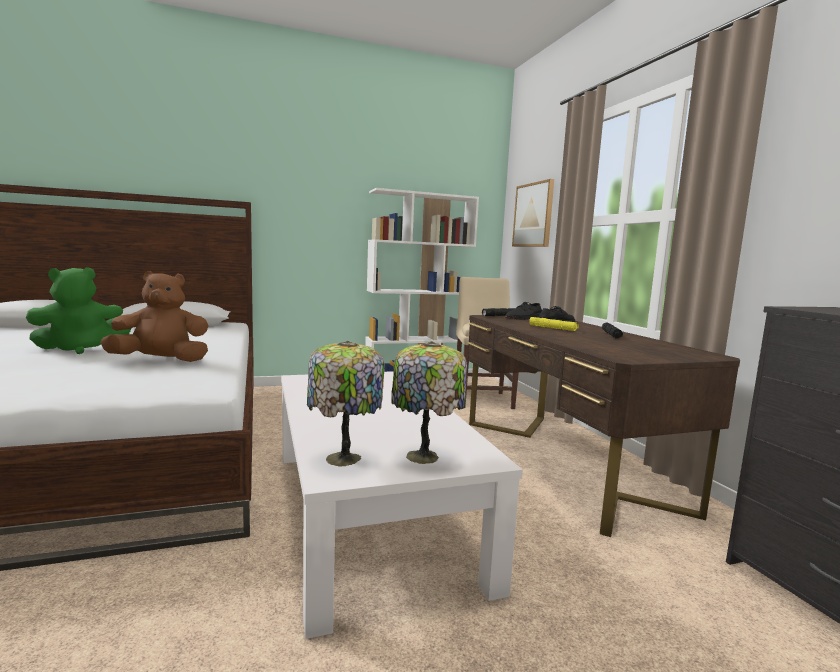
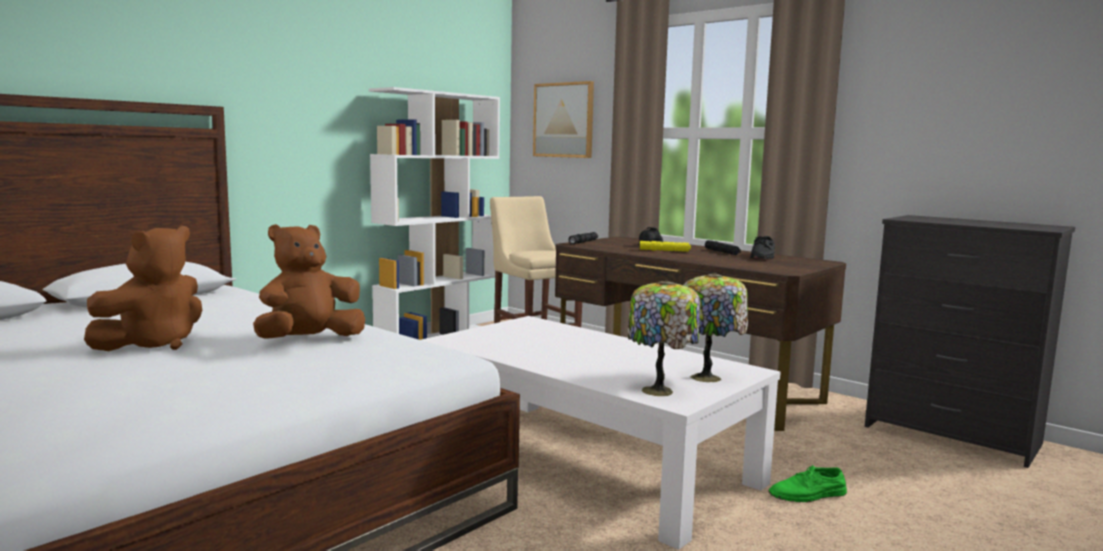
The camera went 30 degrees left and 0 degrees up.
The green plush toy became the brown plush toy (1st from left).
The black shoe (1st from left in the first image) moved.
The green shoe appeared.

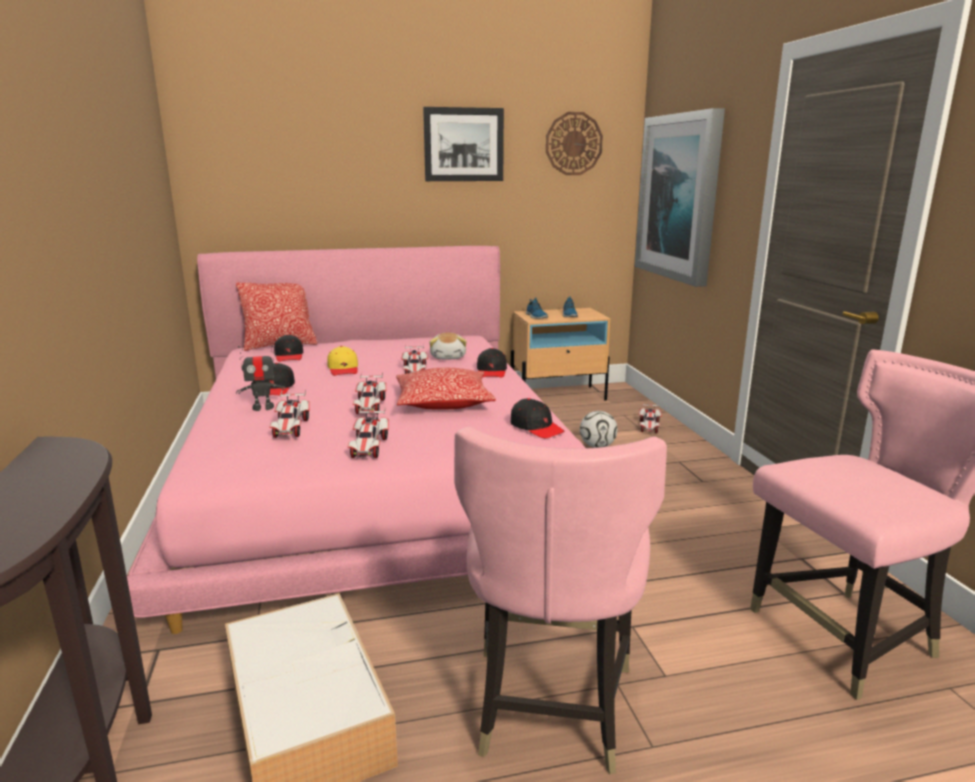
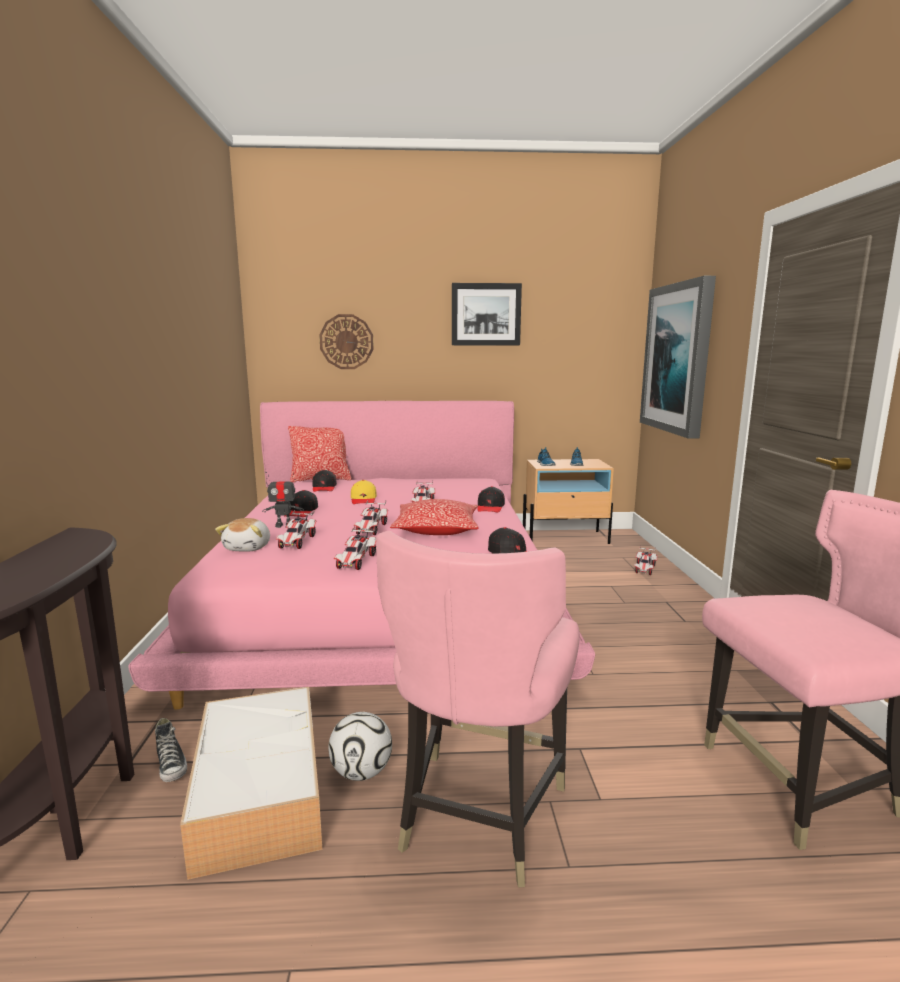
The camera went 10 degrees right and 5 degrees down.
The plush toy moved.
The wall clock moved.
The football moved.
The shoe (1st from left) appeared.

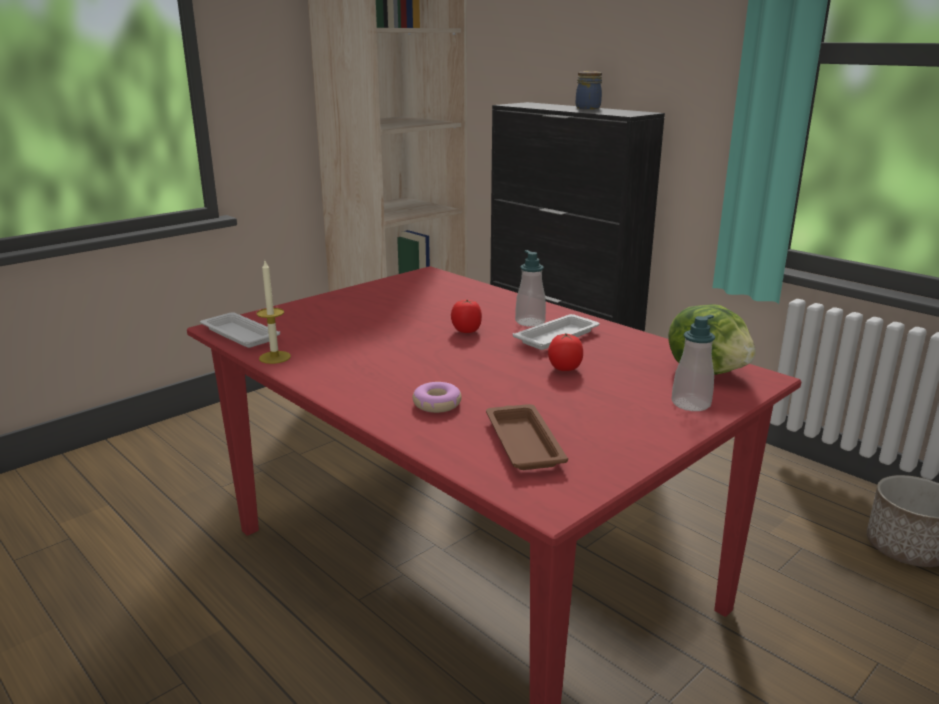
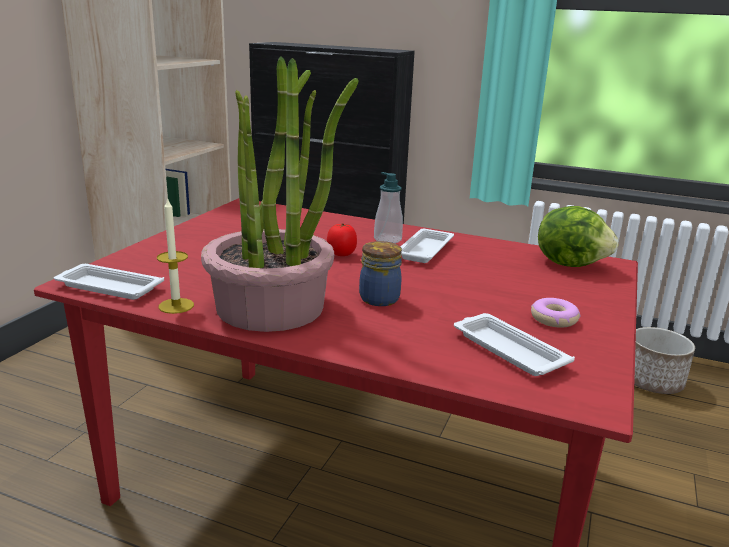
The camera went 25 degrees left and 0 degrees up.
The donut moved.
The brown tray became the white tray (3rd from left).
The tomato (2nd from left) disappeared.
The jar moved.
The soap dispenser (2nd from left) disappeared.
The potted plant appeared.

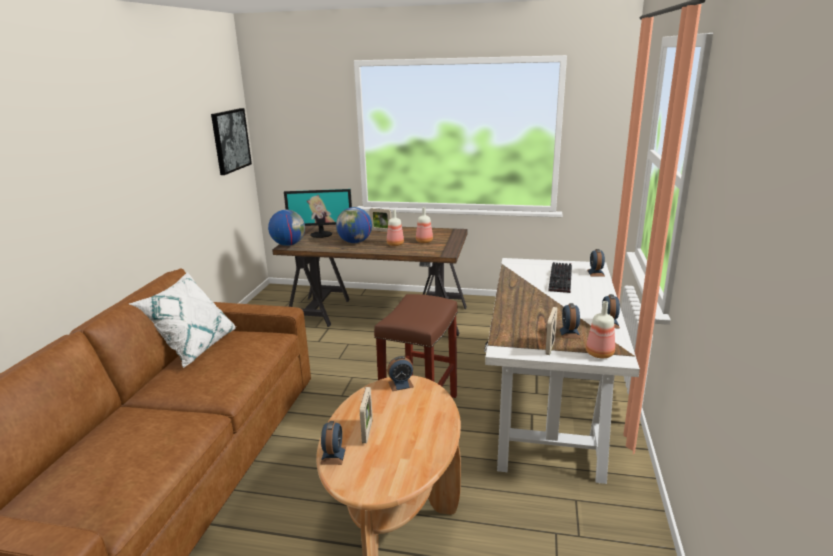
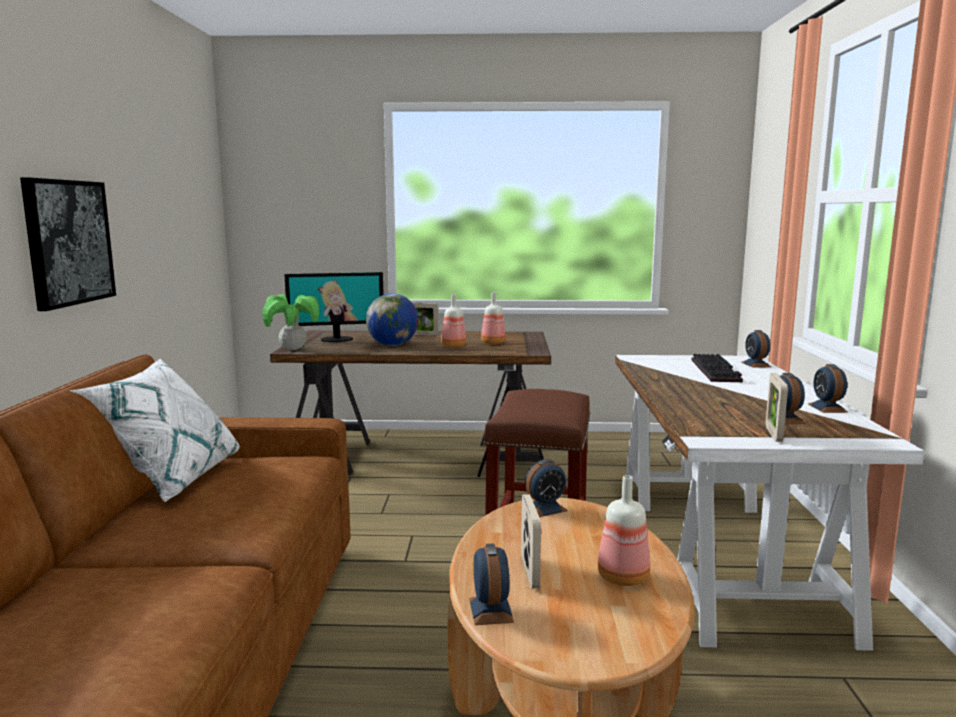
The camera went 10 degrees left and 10 degrees down.
The picture moved.
The globe (1st from left) was replaced by the potted plant.
The bottle (3rd from left) moved.

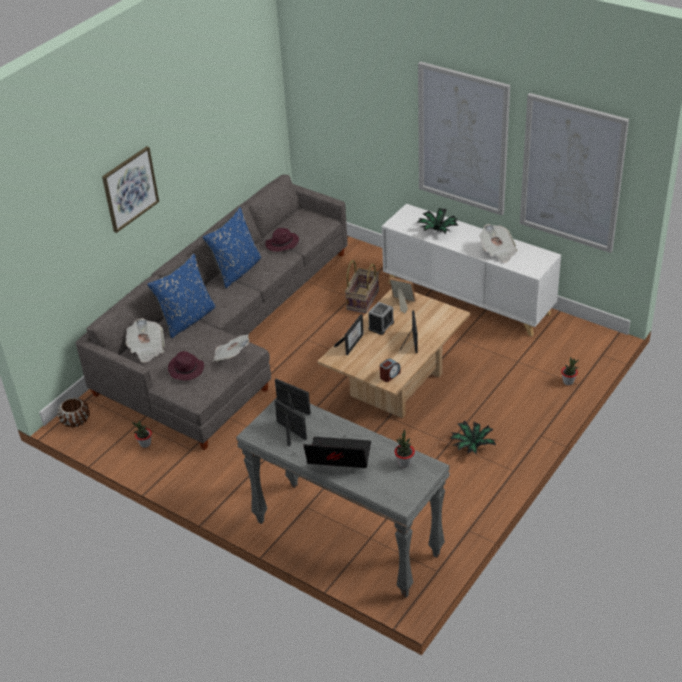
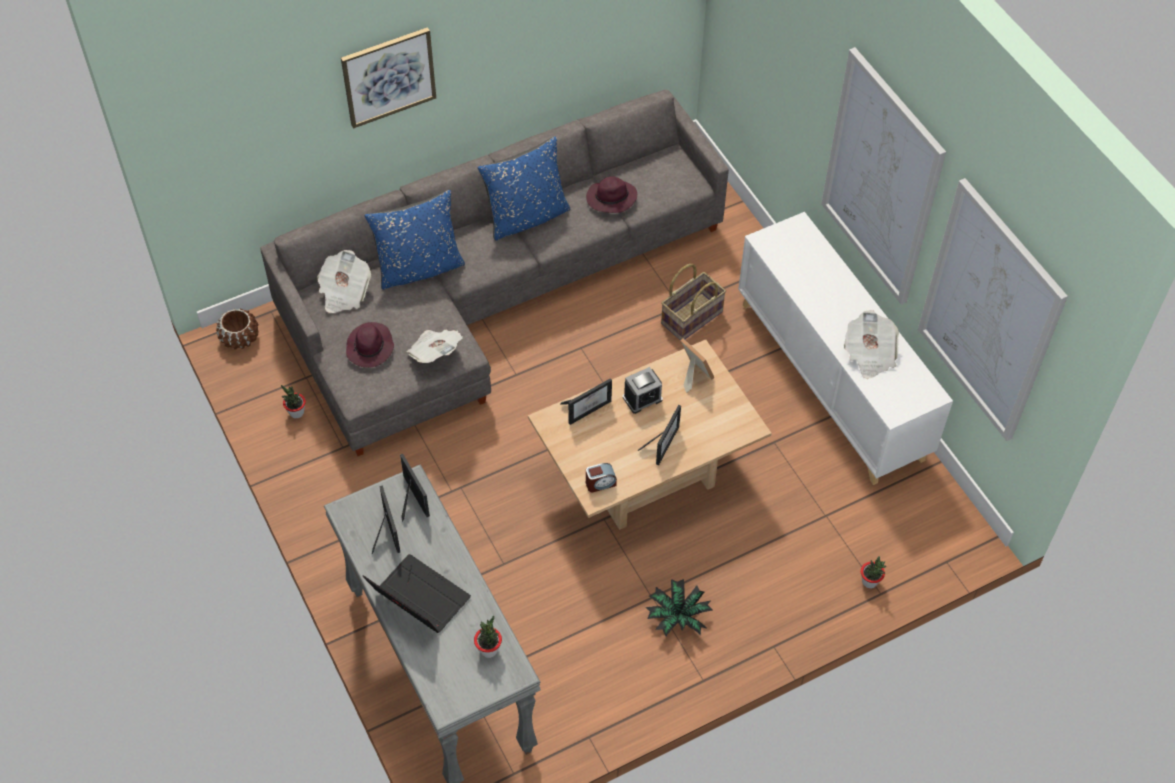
The camera went 25 degrees right and 15 degrees up.
The potted plant (3rd from left) disappeared.

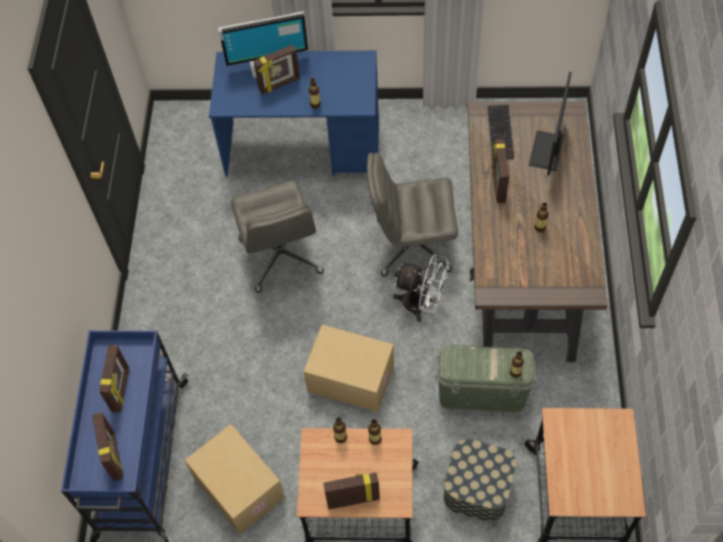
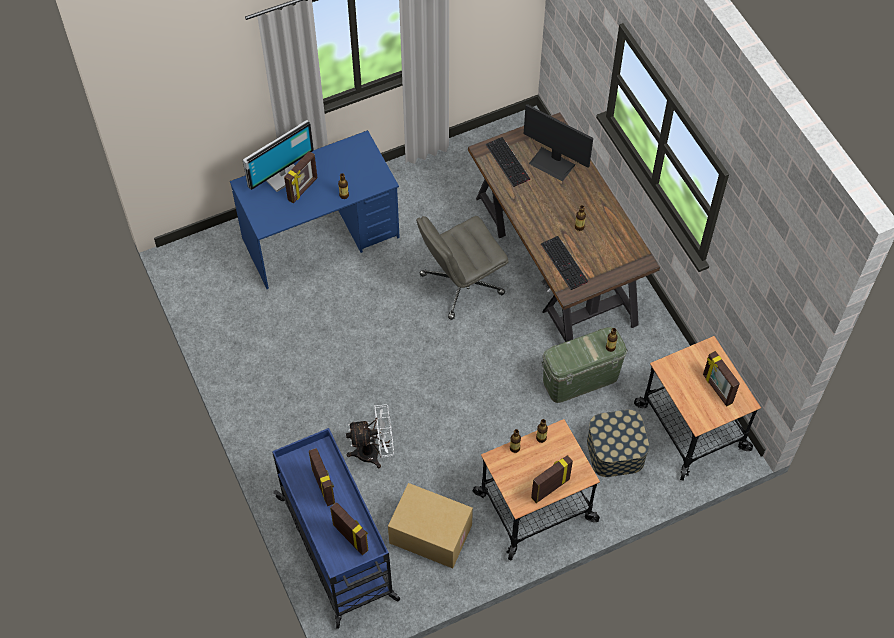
The camera went 30 degrees left and 0 degrees up.
The grey office chair (1st from left) disappeared.
The cardboard box (2nd from left) disappeared.
The white fan moved.
The picture frame (5th from left) moved.
The monitor (2nd from left) turned 45 degrees counterclockwise.
The keyboard (2nd from left) appeared.

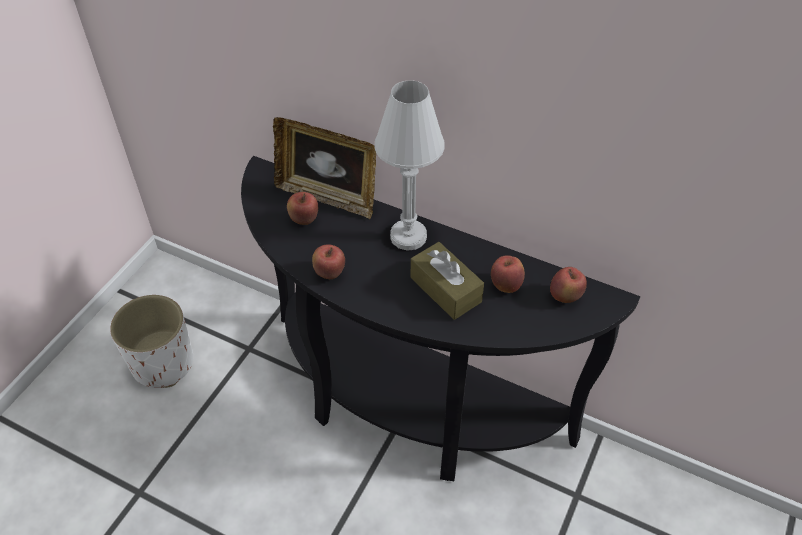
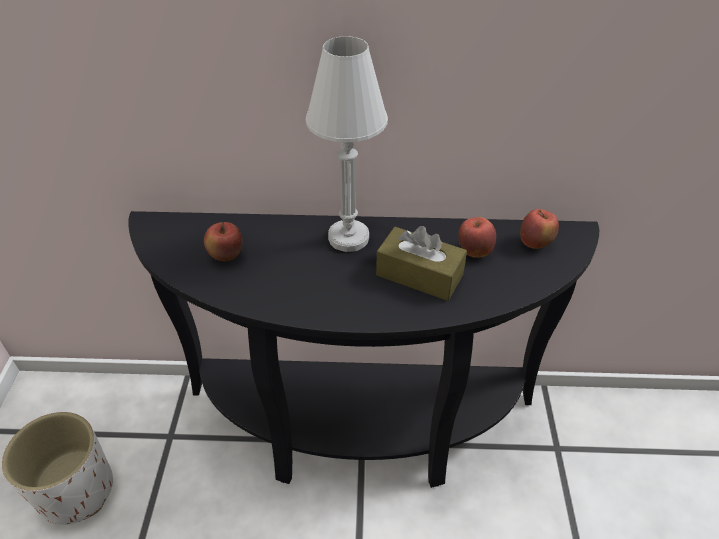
The camera went 25 degrees left and 5 degrees down.
The picture frame disappeared.
The apple (2nd from left) disappeared.

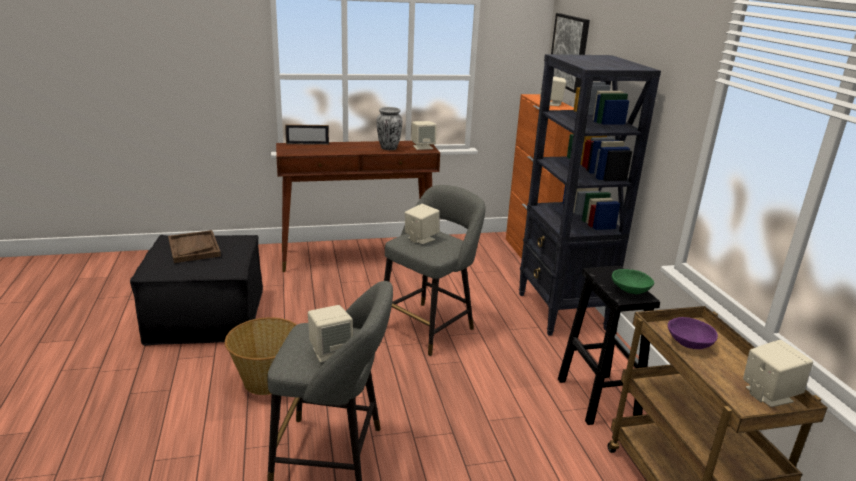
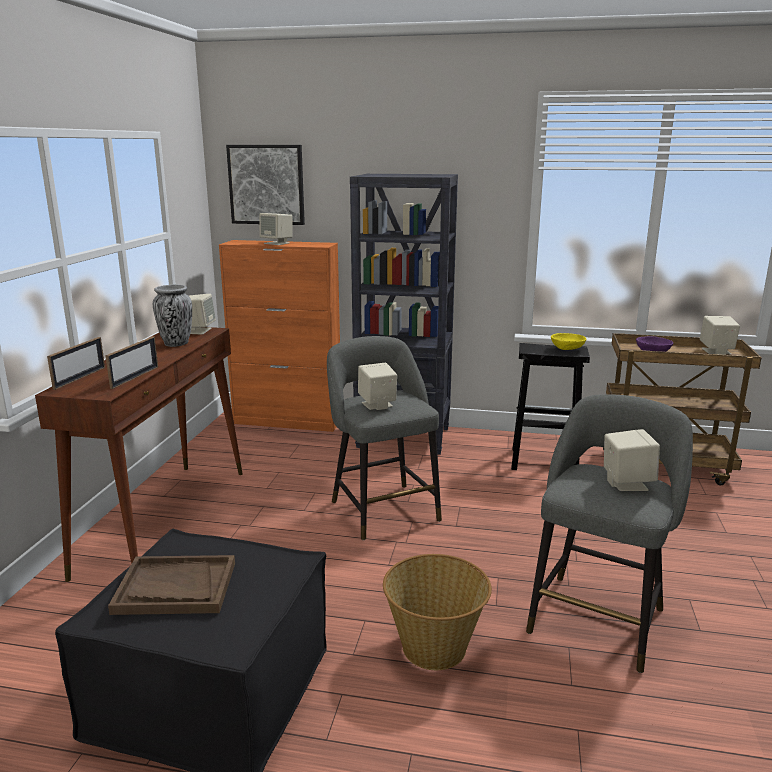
The camera went 65 degrees left and 5 degrees down.
The green bowl became the yellow bowl.
The picture frame (2nd from left) appeared.

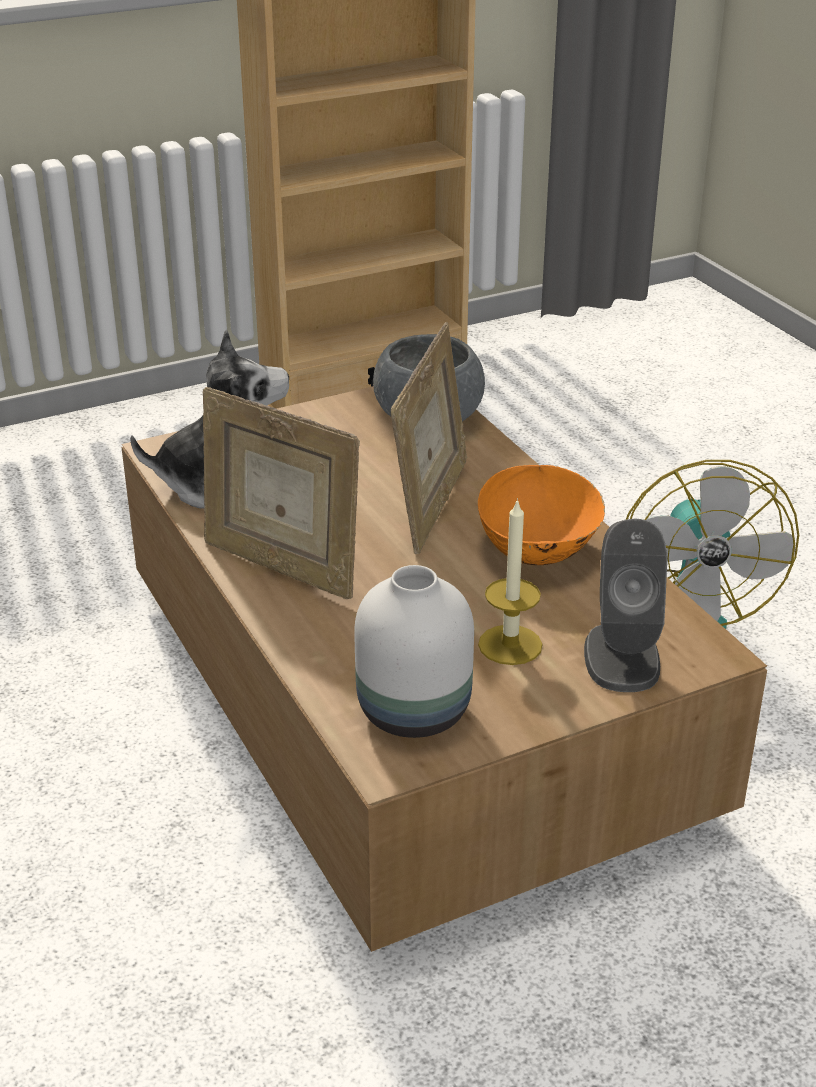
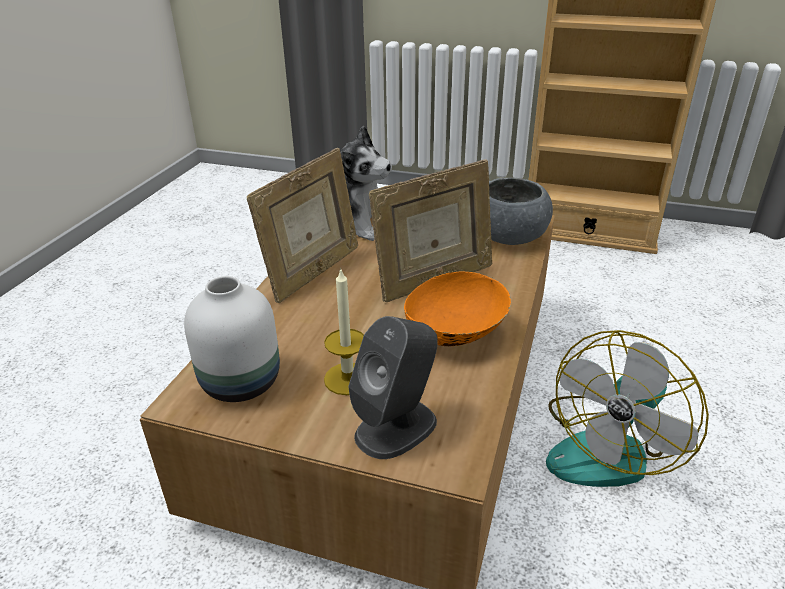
The camera went 45 degrees right and 0 degrees up.
The picture frame (1st from left) turned 135 degrees counterclockwise.

